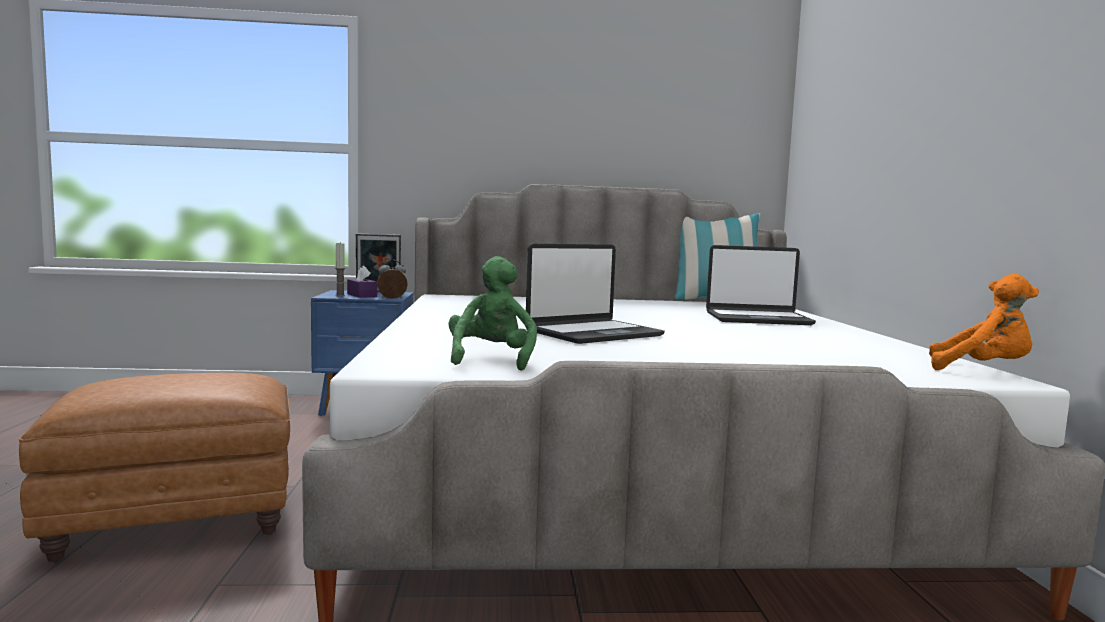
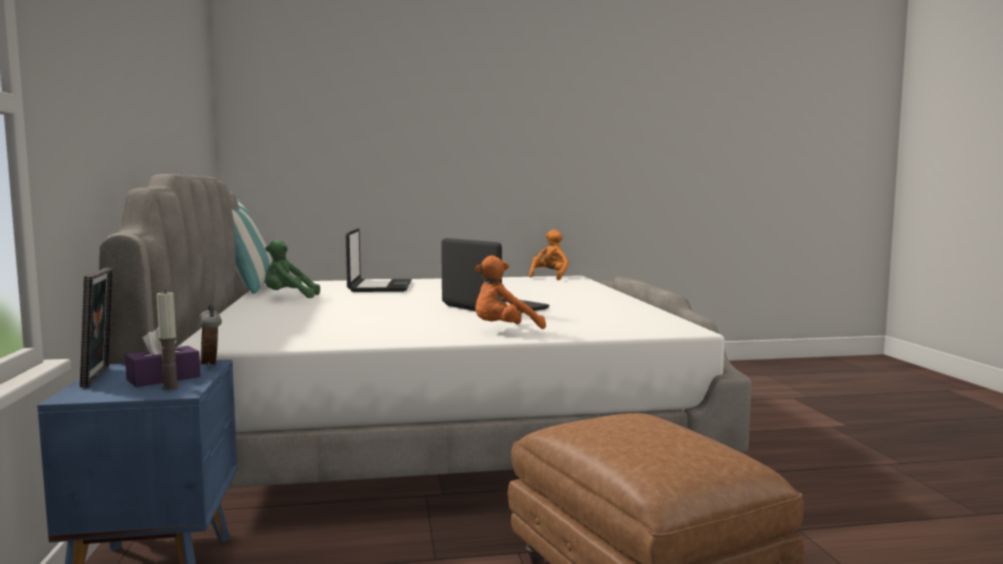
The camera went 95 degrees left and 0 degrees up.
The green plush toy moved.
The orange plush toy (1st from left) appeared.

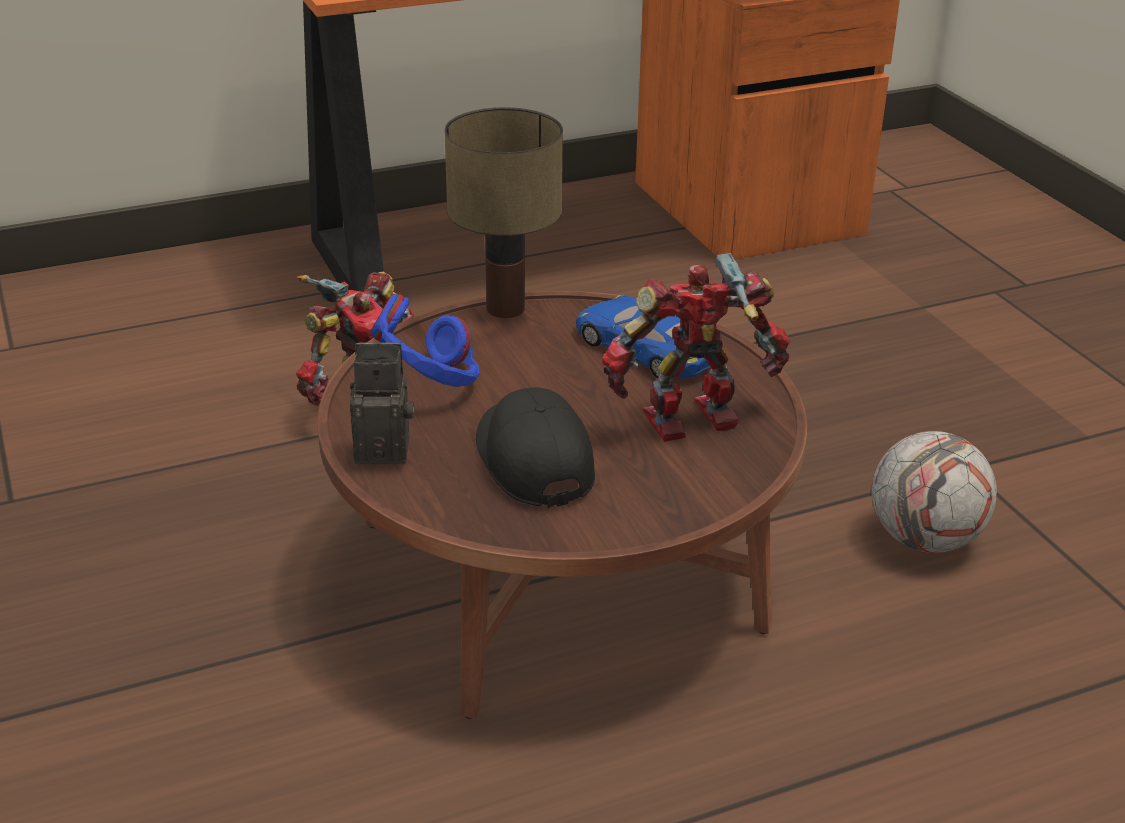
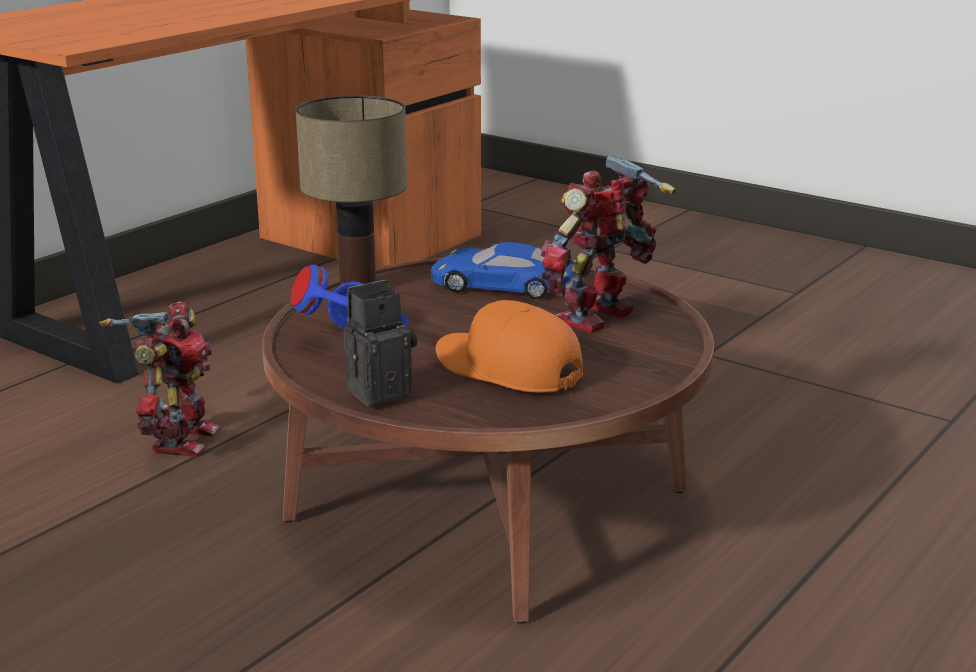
The camera went 30 degrees left and 10 degrees down.
The black cap became the orange cap.
The football disappeared.

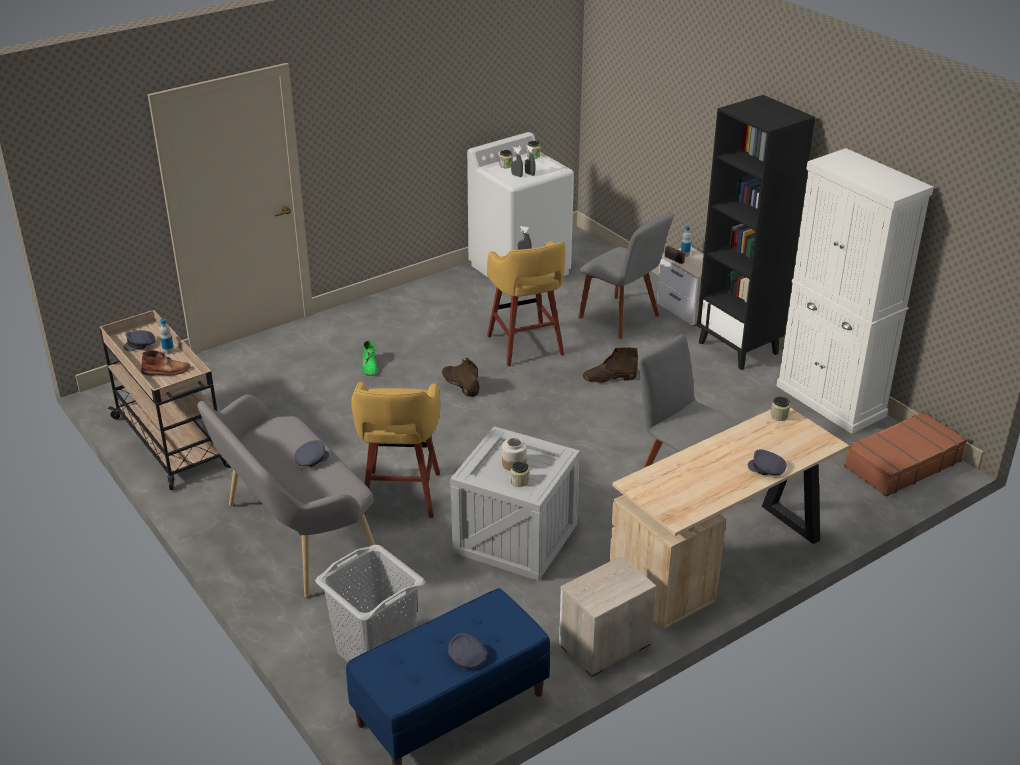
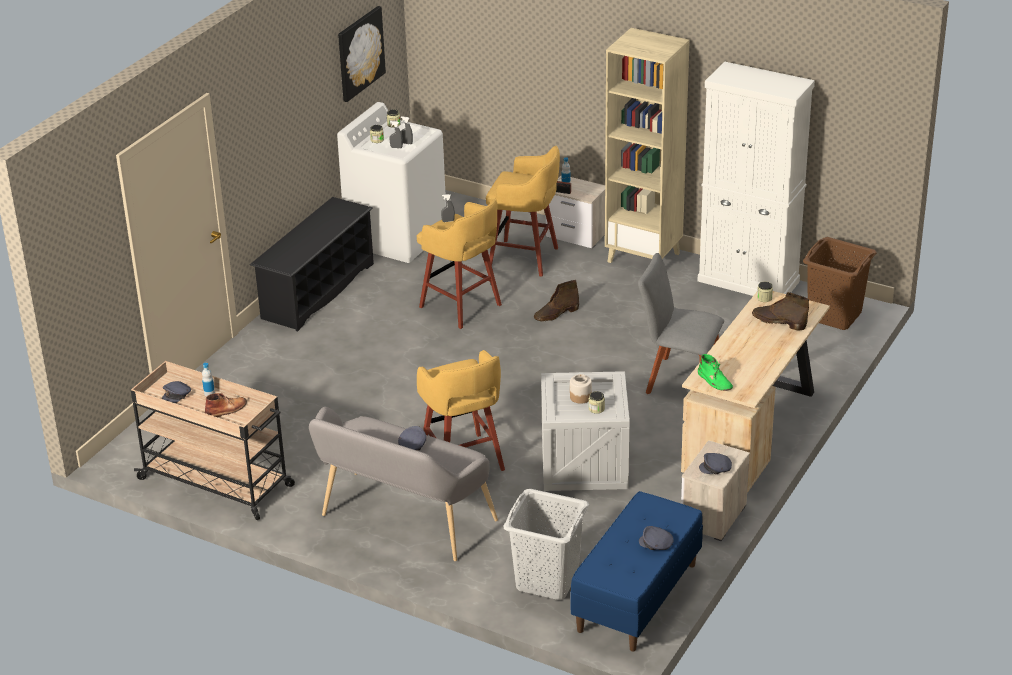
The camera went 25 degrees left and 0 degrees up.
The green boot moved.
The brown boot (2nd from left in the first image) moved.
The grey chair (1st from left) was replaced by the yellow stool (3rd from left).
The black bookcase became the beige bookcase.
The grey cap (4th from left) moved.
The brown suitcase was replaced by the brown laundry basket.
The black shoe rack appeared.
The picture appeared.

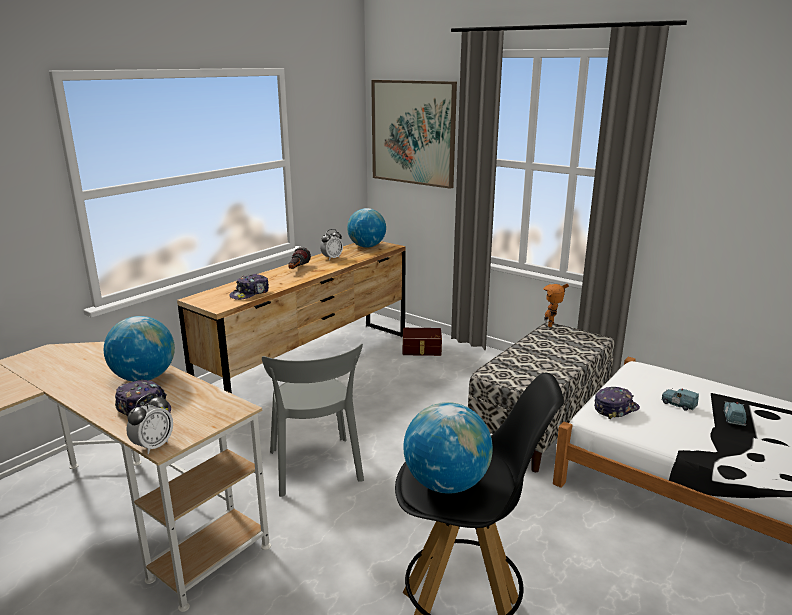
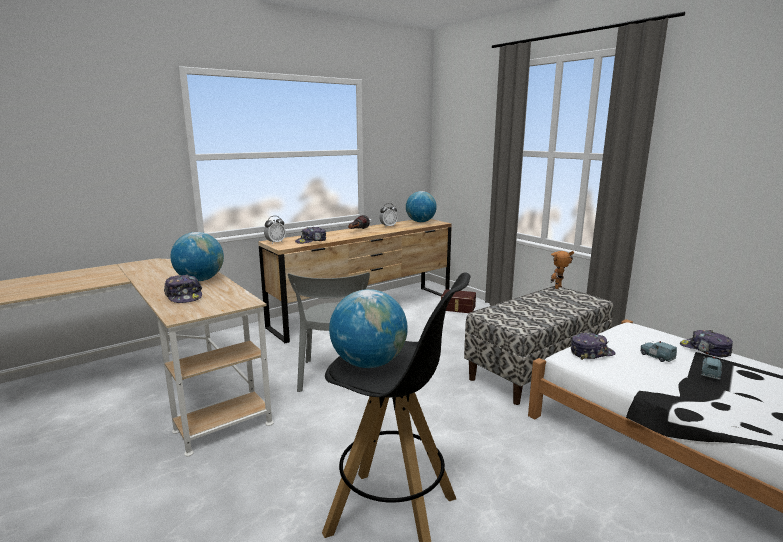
The camera went 15 degrees right and 5 degrees down.
The alarm clock (1st from left) moved.
The picture disappeared.
The cap (4th from left) appeared.

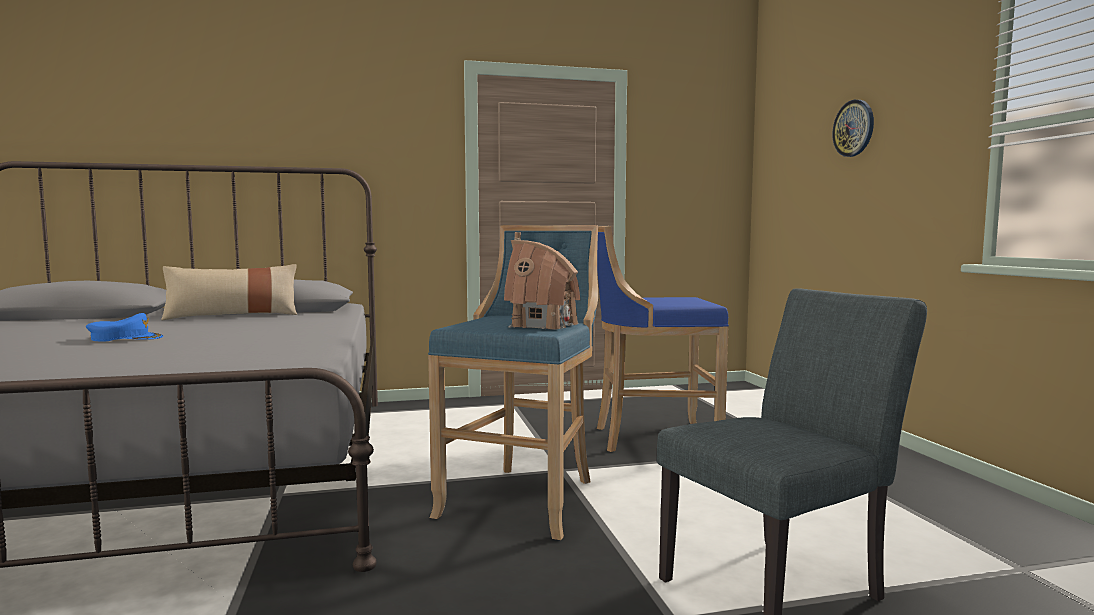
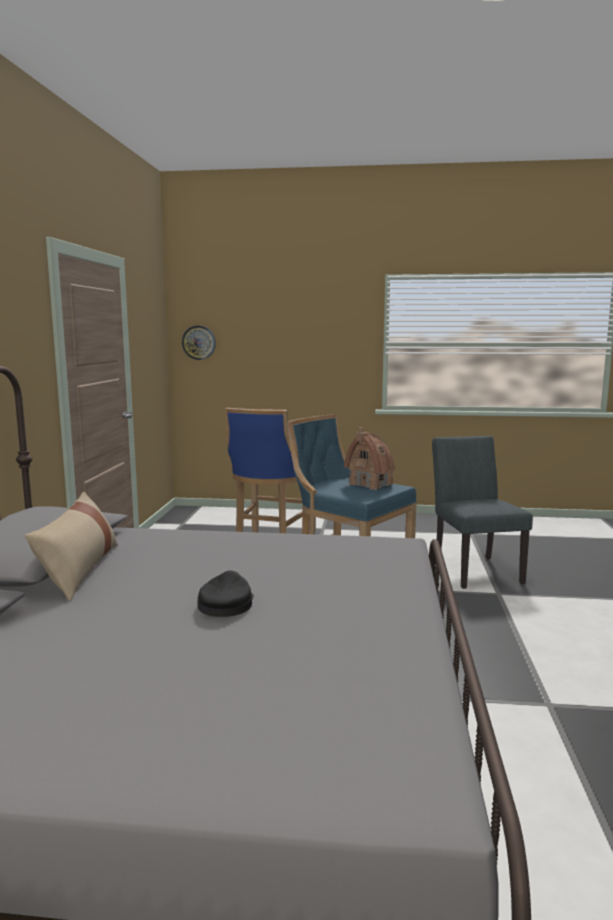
The camera went 70 degrees left and 5 degrees up.
The blue cap became the black cap.
The wall clock moved.

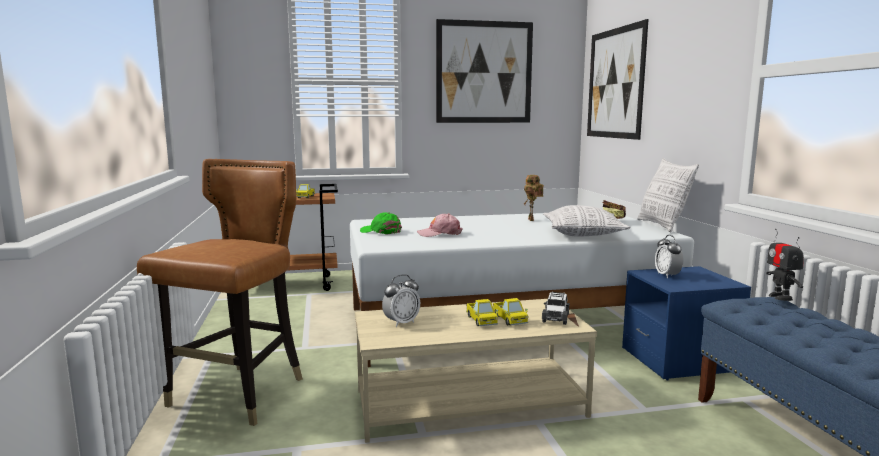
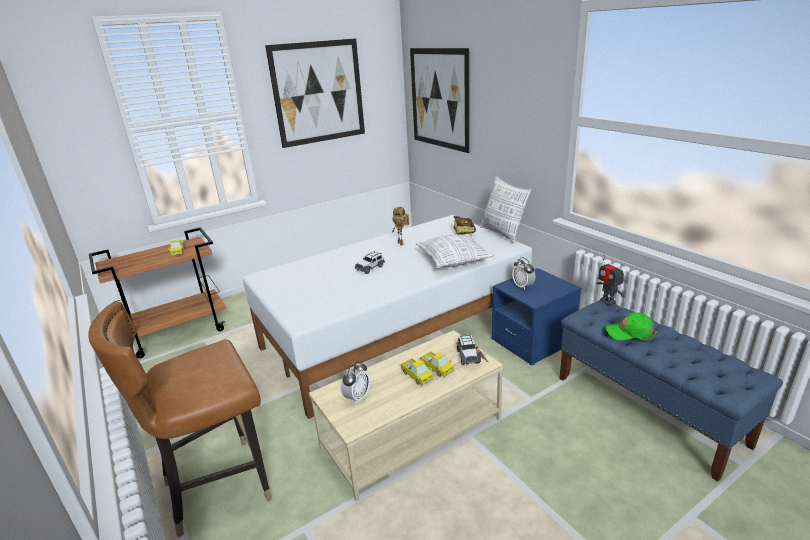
The camera went 20 degrees left and 15 degrees up.
The brown chair turned 120 degrees counterclockwise.
The green cap moved.
The pink cap disappeared.
The toy car (1st from left) appeared.

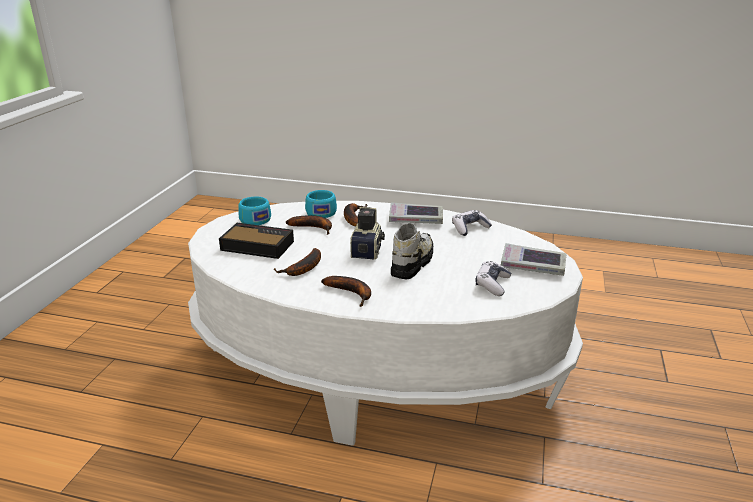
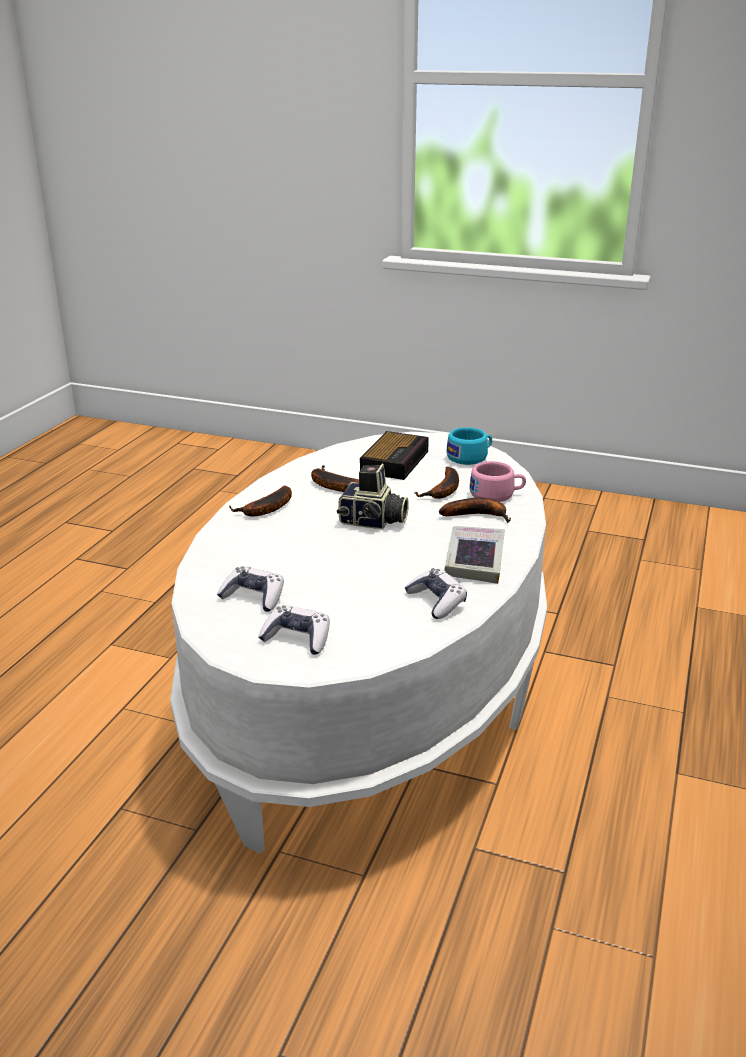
The camera went 95 degrees right and 0 degrees up.
The turquoise cup (2nd from left) became the pink cup.
The shoe disappeared.
The book (2nd from left) was replaced by the game controller (2nd from left).

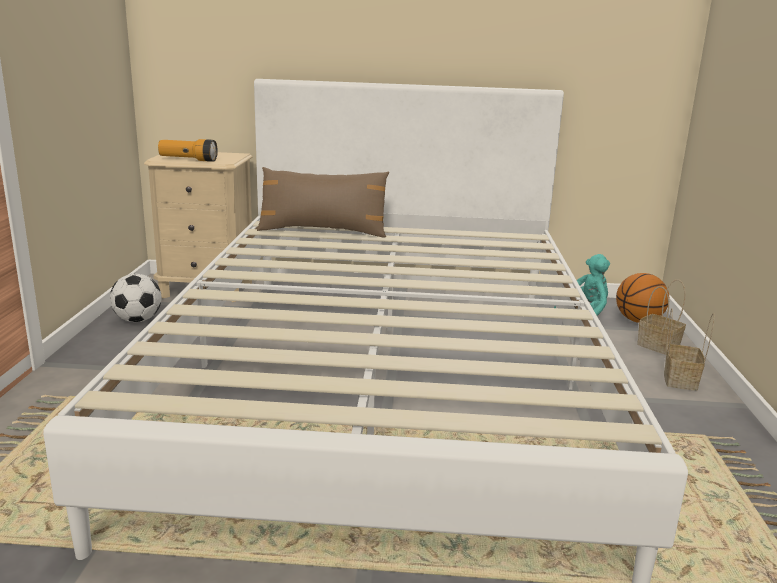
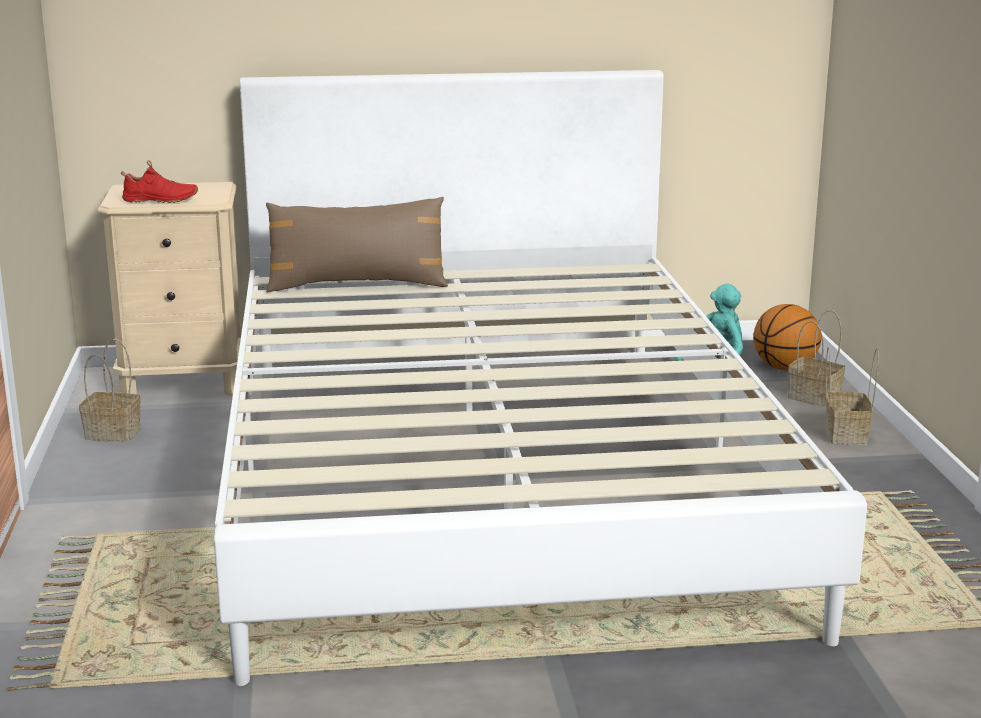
The camera went 10 degrees left and 0 degrees up.
The football was replaced by the basket (1st from left).
The flashlight was replaced by the red shoe.

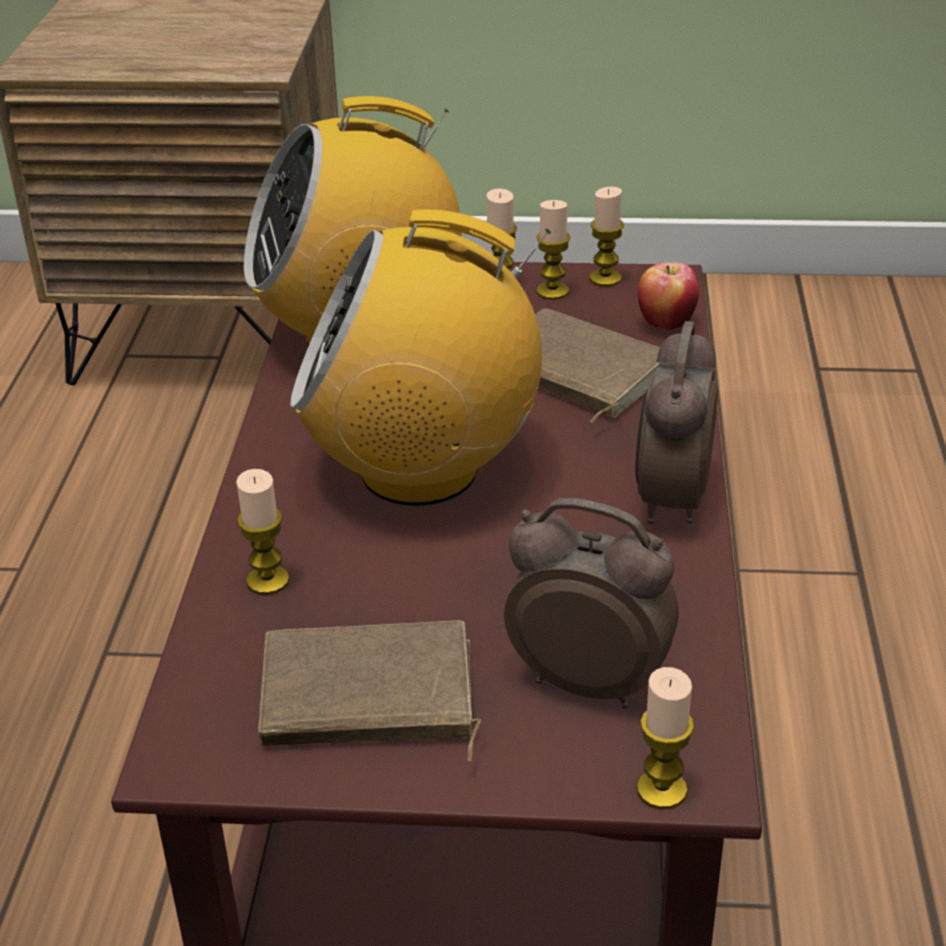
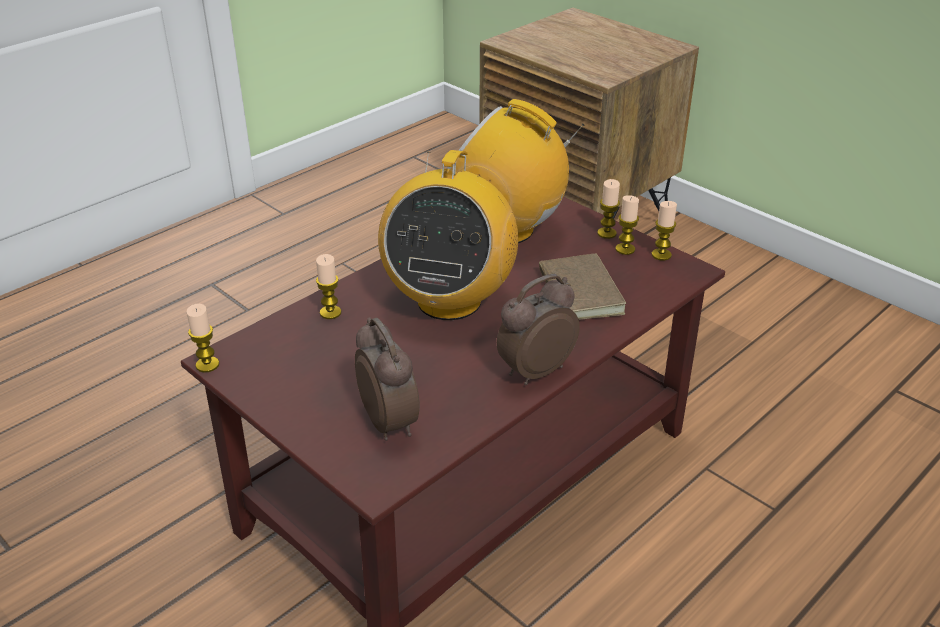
The camera went 40 degrees right and 0 degrees up.
The brown book (1st from left) disappeared.
The radio (2nd from left in the first image) turned 120 degrees counterclockwise.
The candle (5th from left in the first image) moved.
The apple disappeared.

